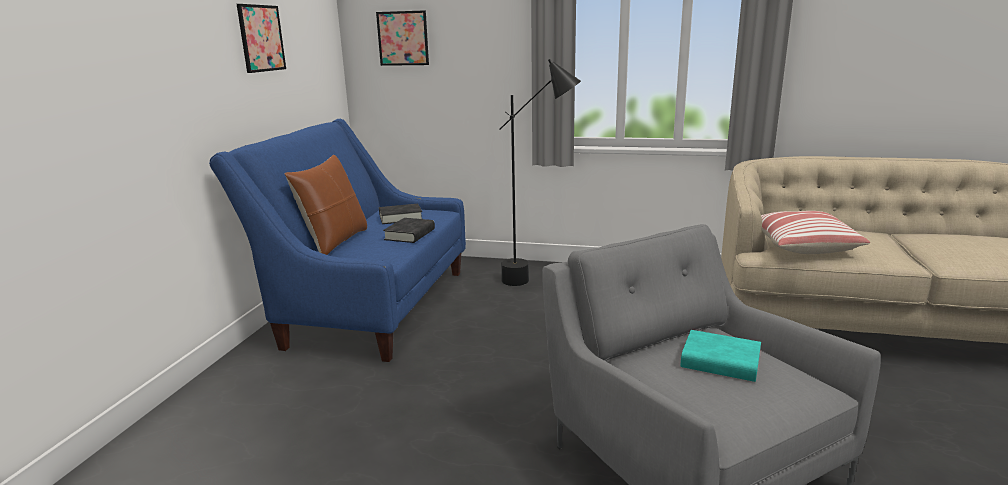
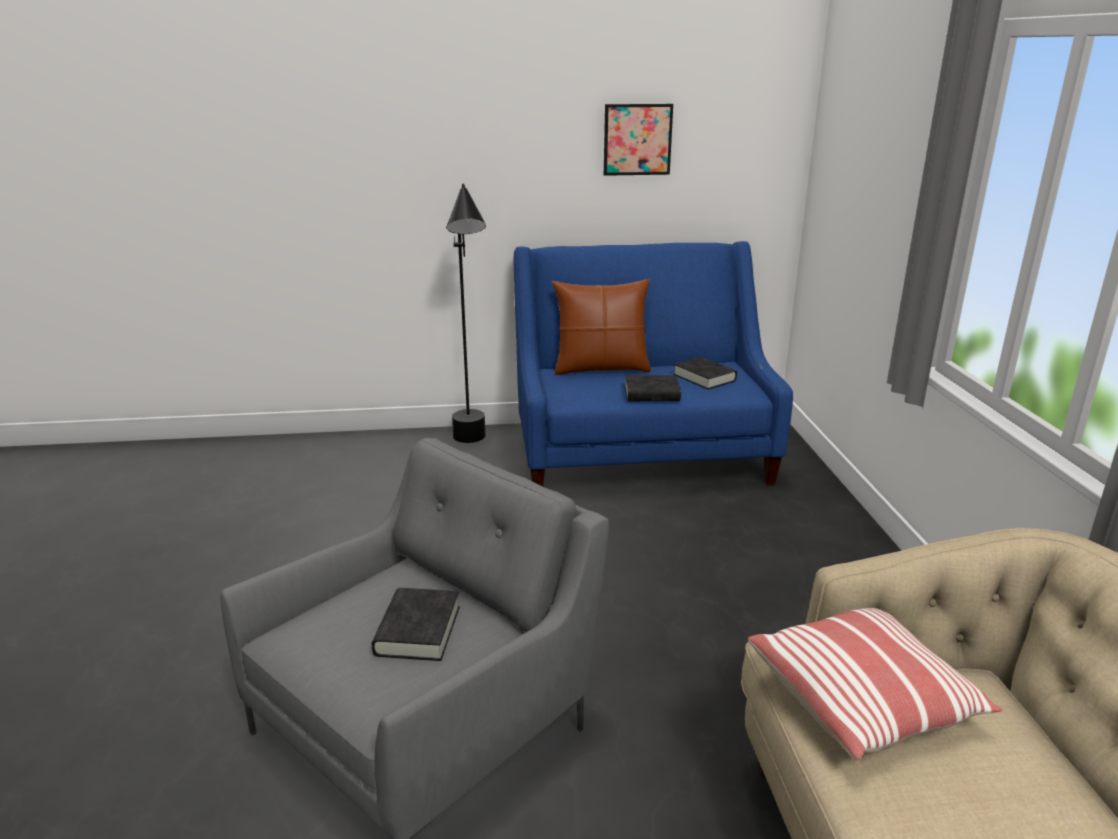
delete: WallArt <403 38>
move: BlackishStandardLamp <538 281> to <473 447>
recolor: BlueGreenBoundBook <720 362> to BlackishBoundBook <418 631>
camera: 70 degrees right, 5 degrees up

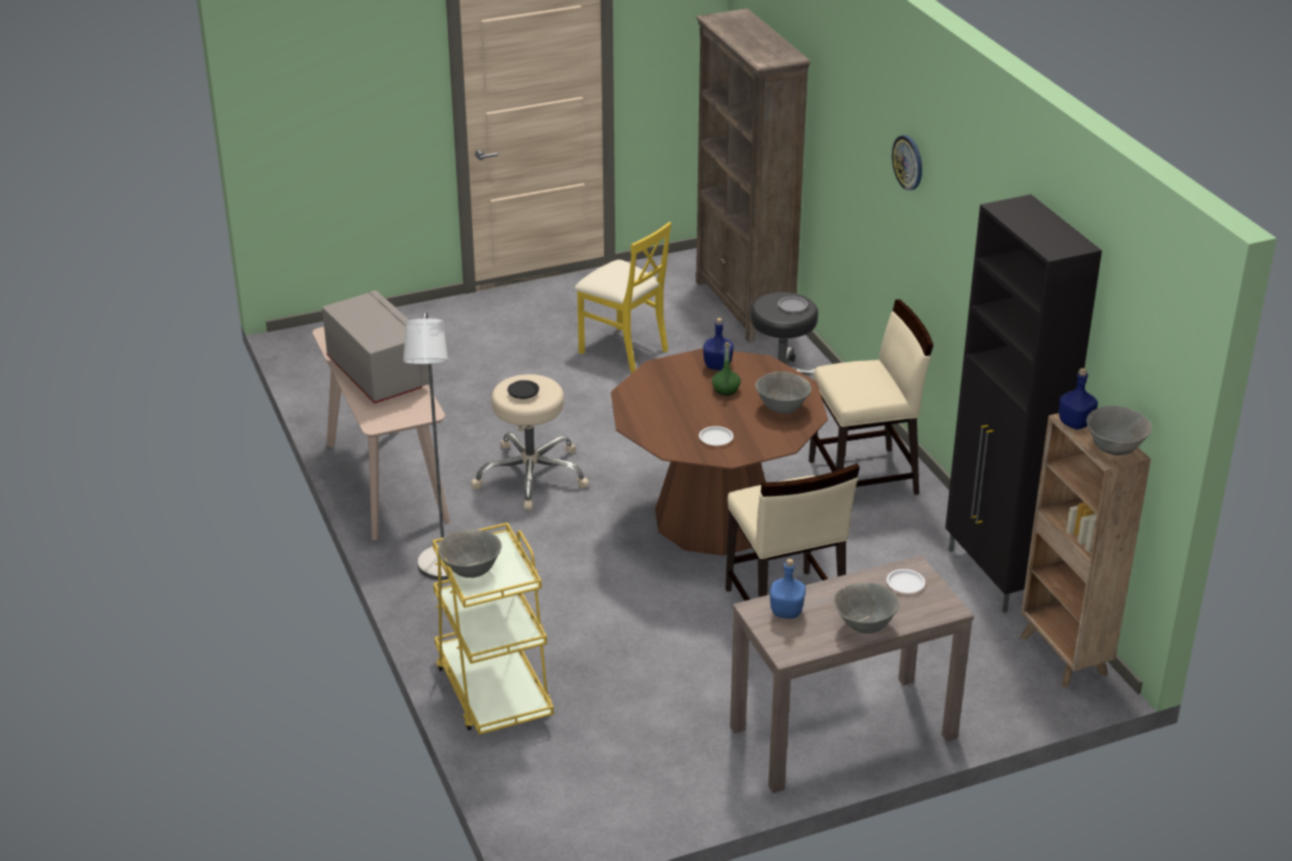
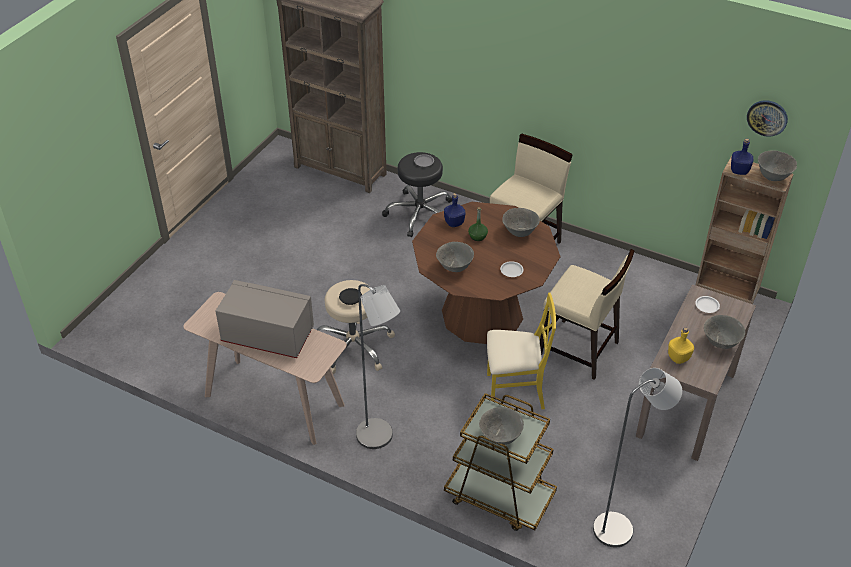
delete: BlackishCabinet <995 576>
insert: GreyishServingBowl <455 267>; GreyishStandardLamp <620 527>
move: YellowPlainChair <623 350> to <514 392>; WallClock <908 162> to <767 117>
recolor: YellowTrolley <493 691> to BrownishTrolley <499 497>; BluishBeverageBottle <786 612> to YellowBeverageBottle <679 358>
camera: 40 degrees left, 10 degrees up

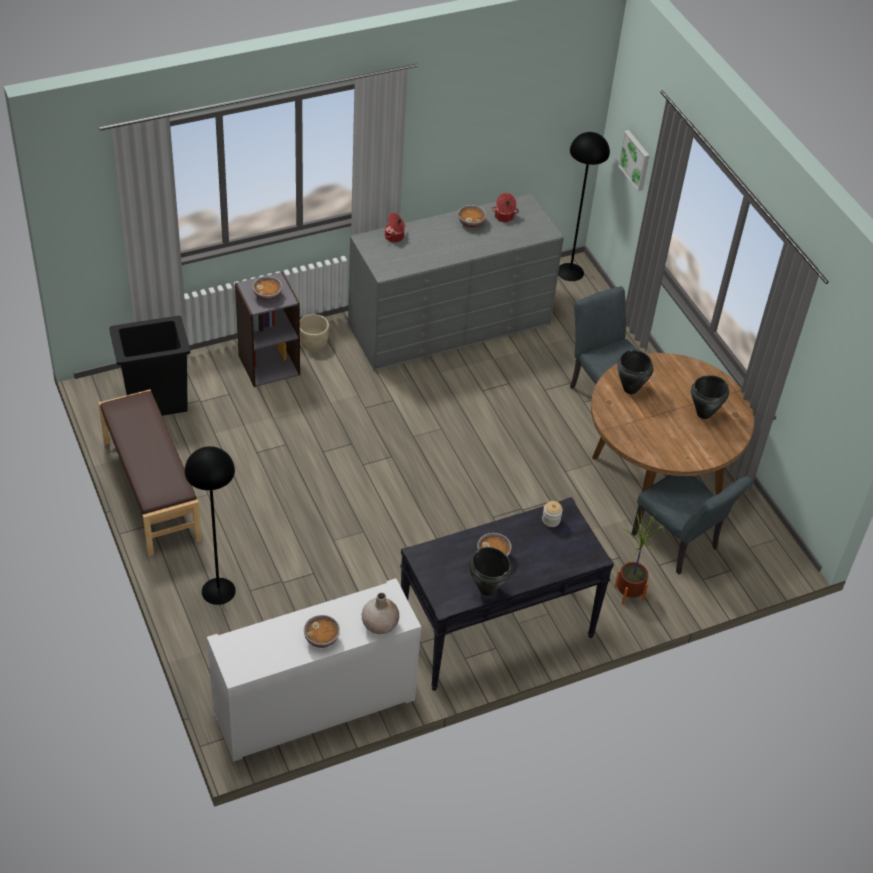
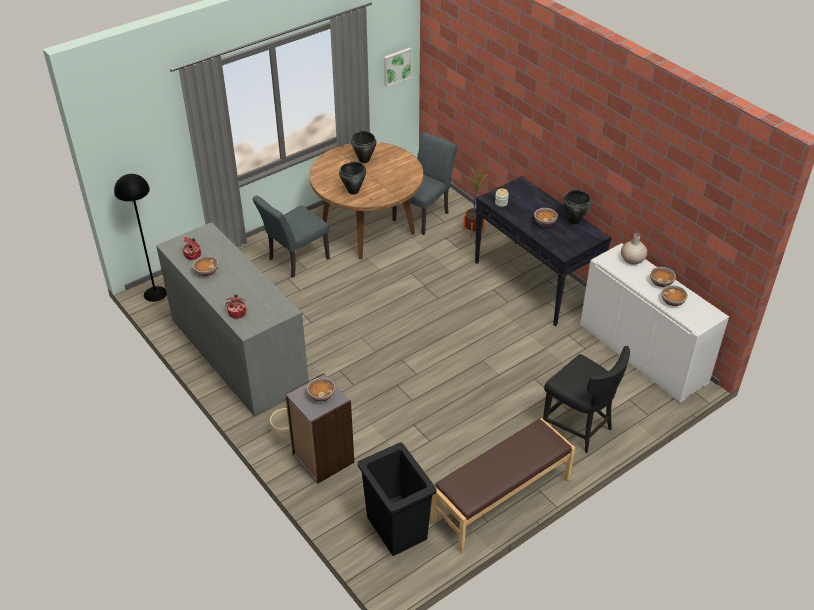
insert: ServingBowl <672 301>
move: WallArt <635 160> to <396 66>
replace: BlackishStandardLamp <218 591> to BlackishPlainChair <579 428>
camera: 100 degrees left, 5 degrees down

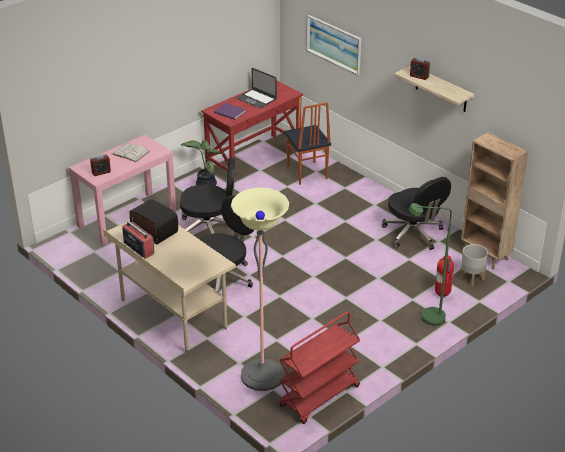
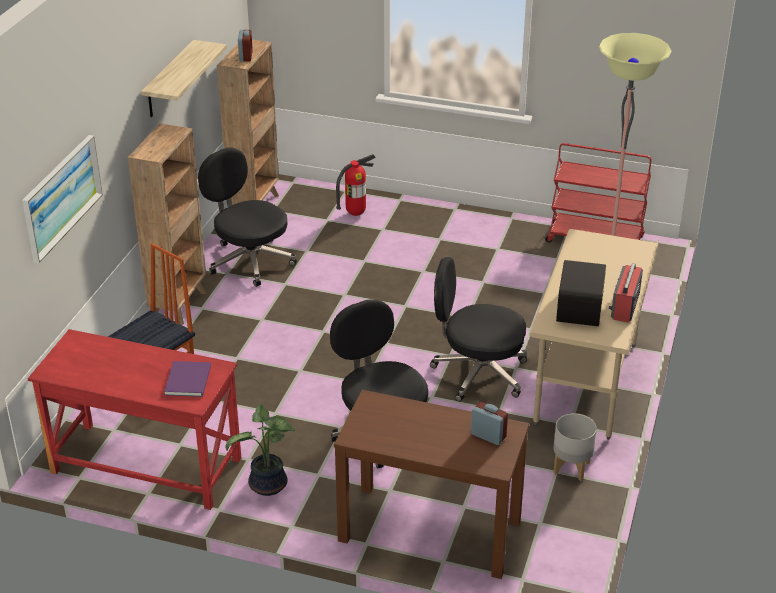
delete: WhiteColouredBoundBook <130 153>; Laptop <256 99>; GreenStandardLamp <426 317>
insert: BrownishBookcase <179 304>
move: TableClock <419 76> to <246 56>; GreyishPlantPot <471 278> to <572 468>
recolor: PinkColouredHallTable <127 218> to BrownishHallTable <429 530>
rotate: BlackishComputerChair <414 234> = <249 260> 75 degrees counterclockwise
camera: 120 degrees left, 0 degrees up

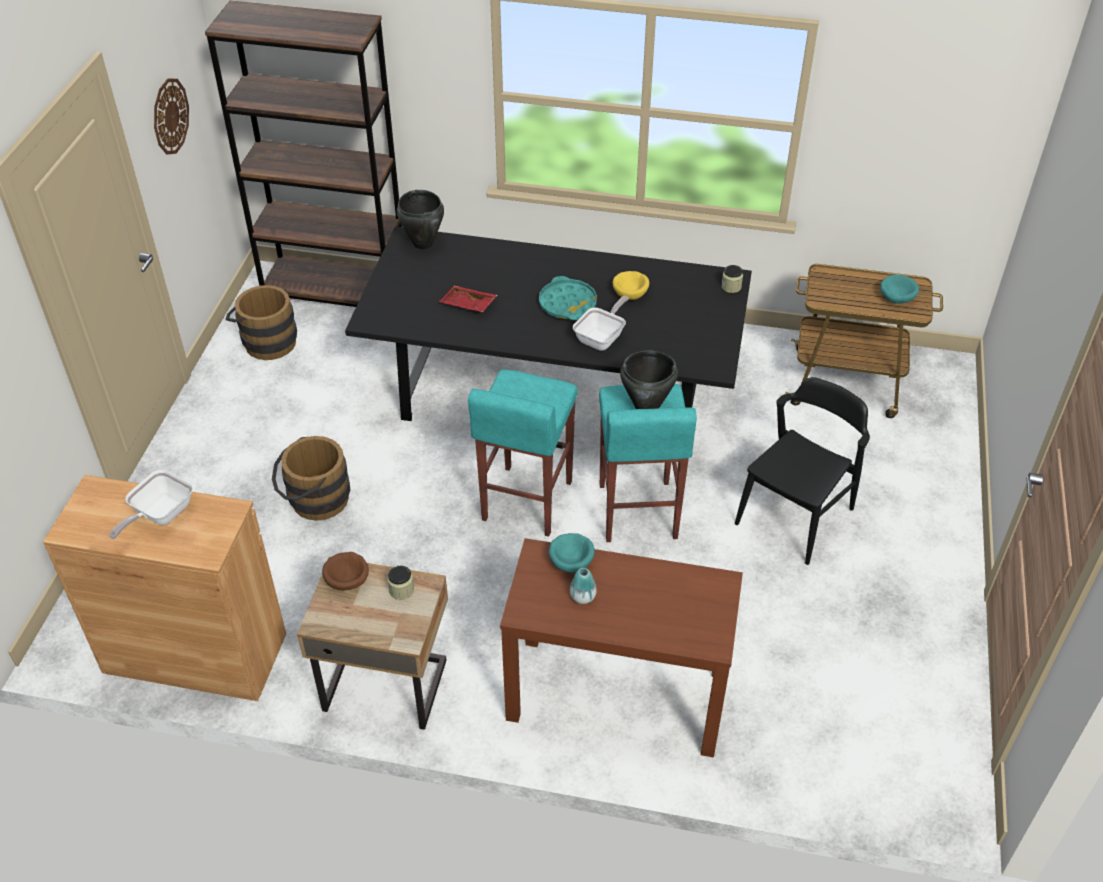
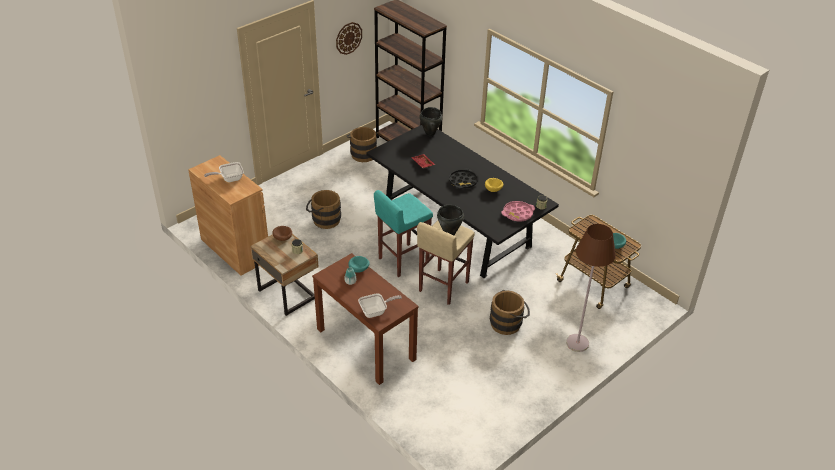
insert: PinkColouredTray <518 213>; BrownishStandardLamp <577 343>
move: Pan <602 338> to <376 311>
replace: BlackishPlainChair <795 516> to BrownishBucket <508 323>
recolor: BlueGreenTray <567 304> to BlackishTray <463 181>; BlueGreenSittingStool <636 512> to BeigeColouredSittingStool <442 286>
camera: 35 degrees right, 5 degrees down

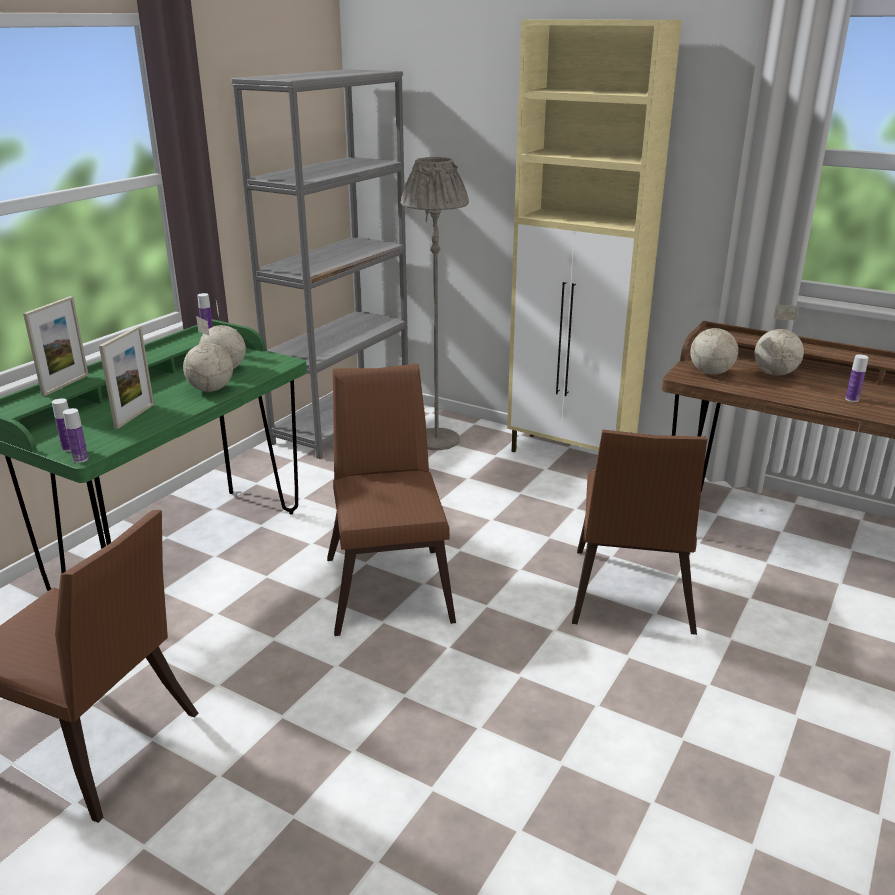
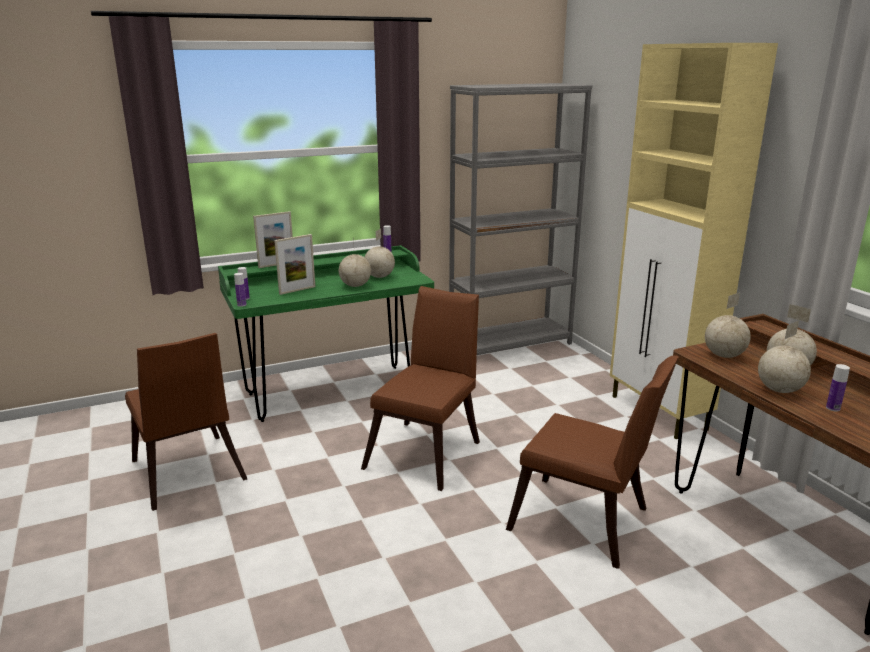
delete: GreyishStandardLamp <436 440>
insert: WorldGlobe <778 390>
rotate: BrownishPlainChair <629 597> = <586 524> 105 degrees counterclockwise
camera: 35 degrees right, 5 degrees down

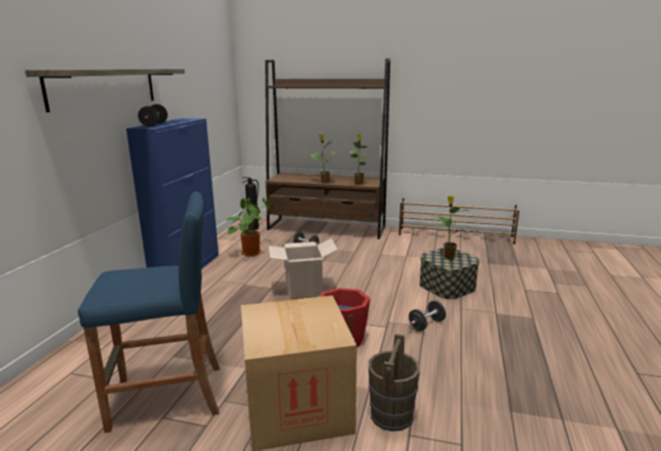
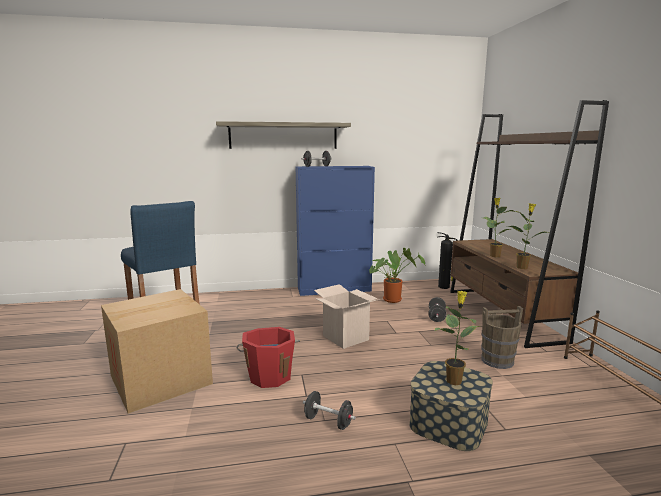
move: BrownishBucket <391 415> to <497 361>
camera: 65 degrees right, 5 degrees down

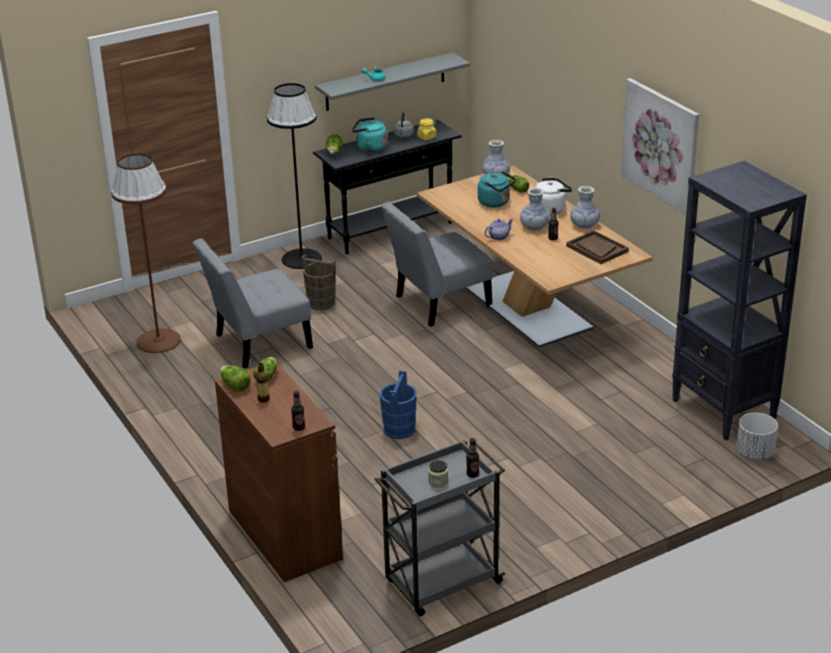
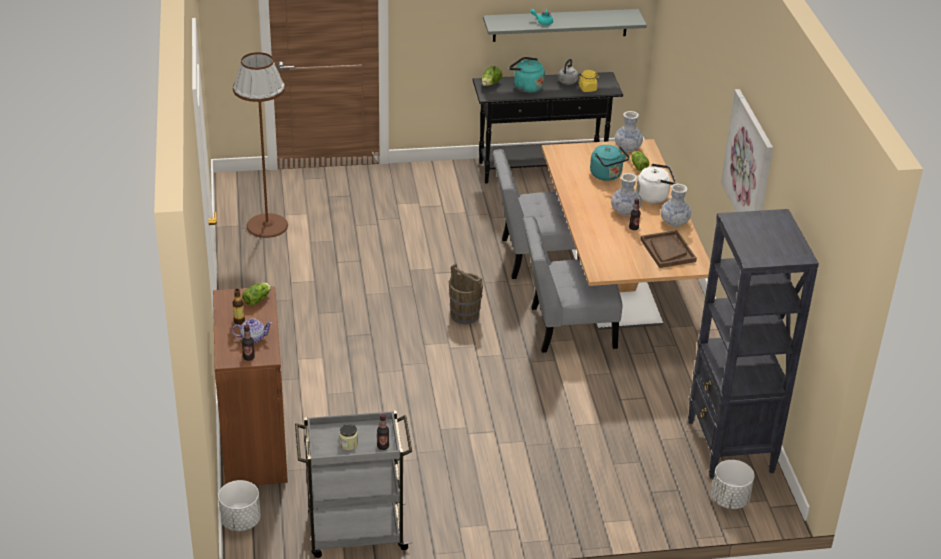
delete: LettuceHead <235 386>; BlackishStandardLamp <301 259>; BluishBucket <399 429>
insert: WhiteColouredPlantPot <240 521>
move: GreyishPlainChair <258 343> to <567 328>; BrownishBucket <321 303> to <464 315>; Teapot <498 237> to <252 338>
camera: 20 degrees right, 5 degrees up

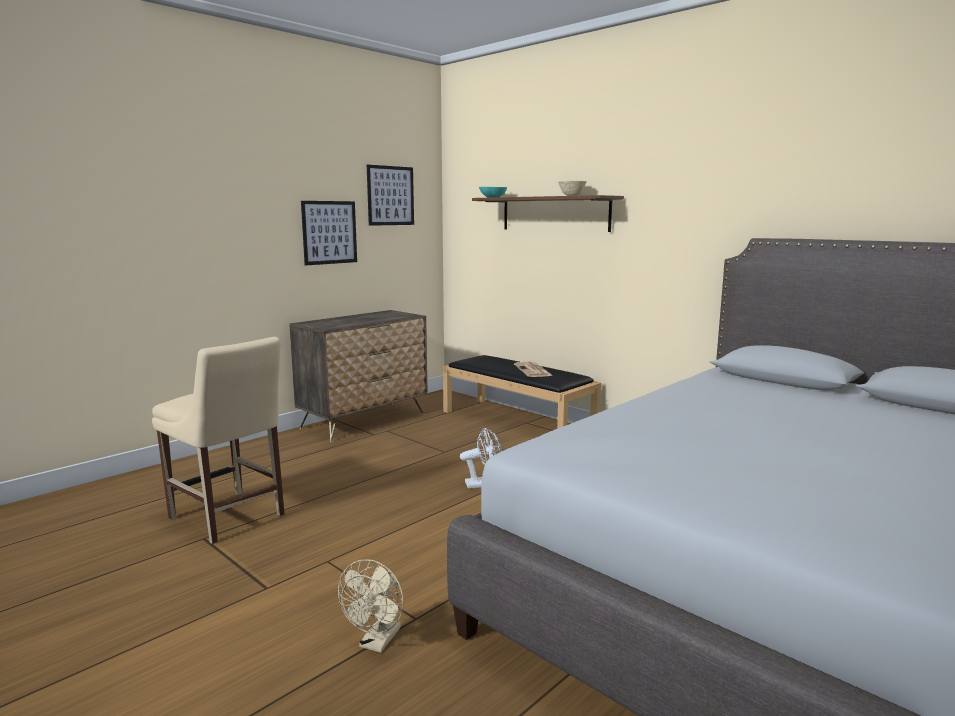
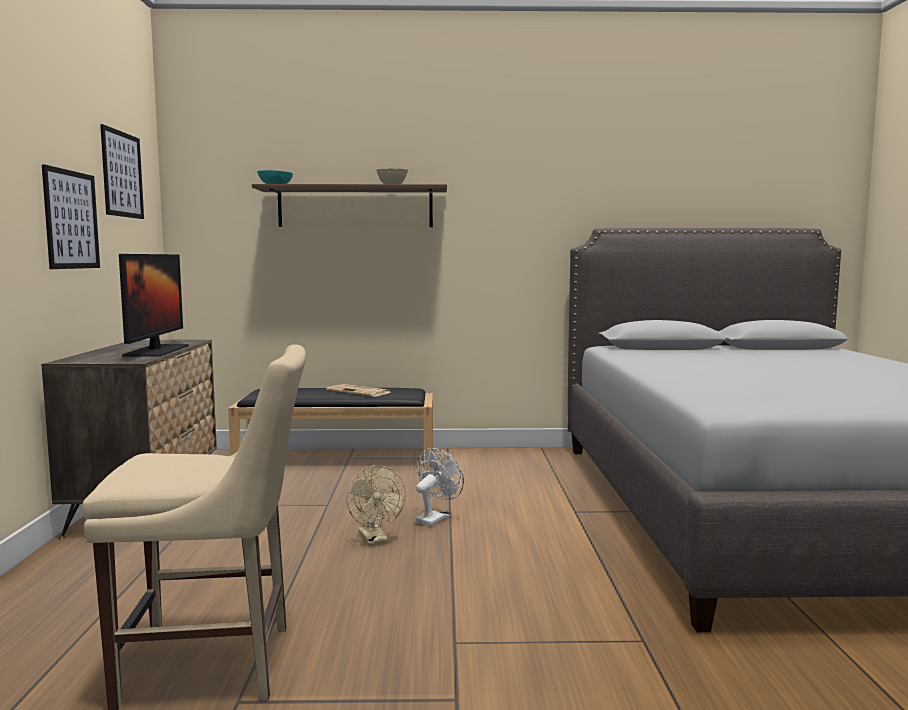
insert: ComputerDisplay <157 351>
move: BeigeColouredCoolingFan <377 642> to <375 540>
camera: 45 degrees left, 5 degrees down

